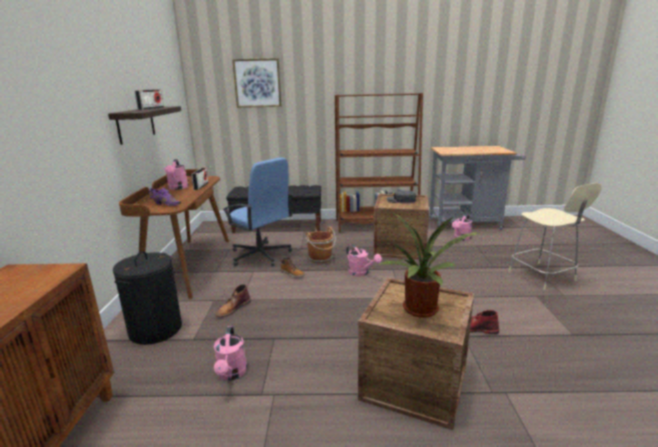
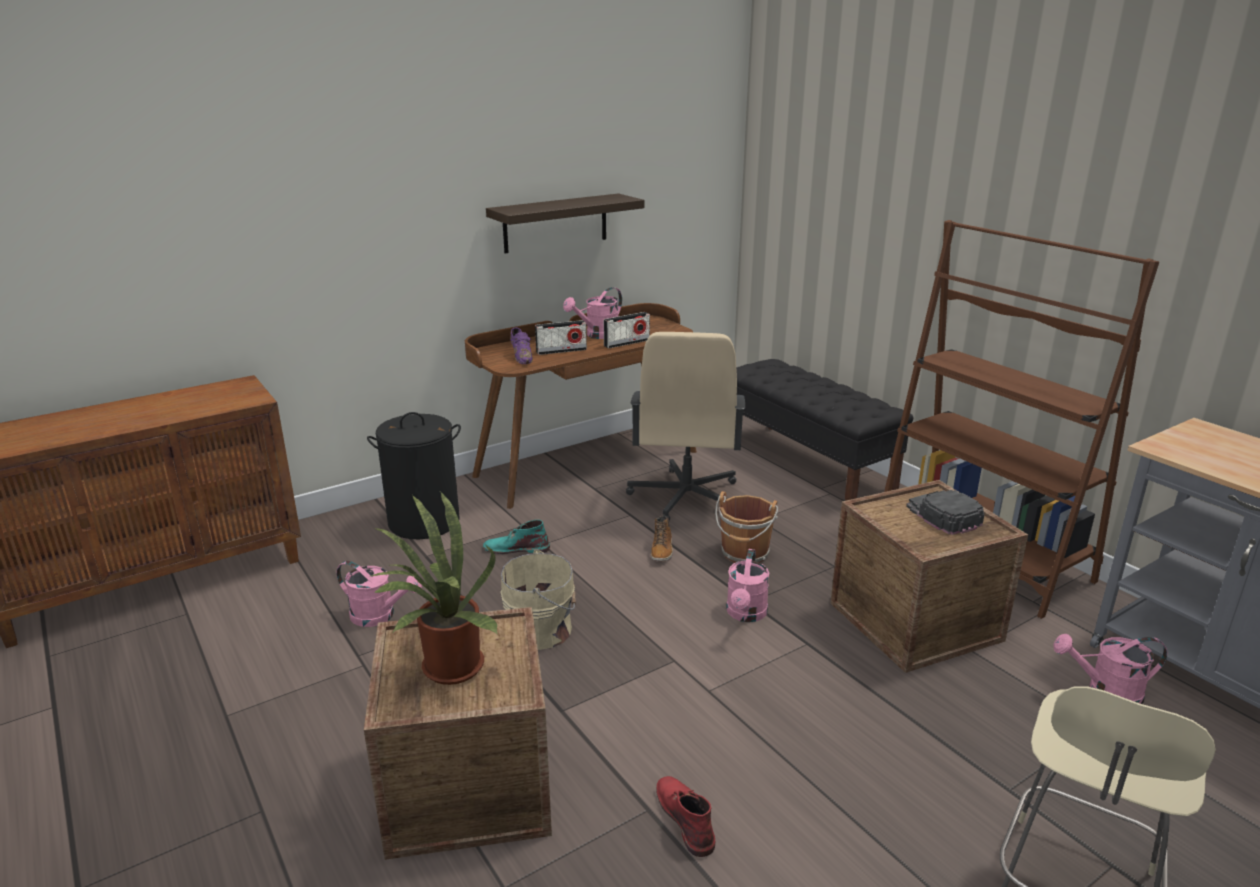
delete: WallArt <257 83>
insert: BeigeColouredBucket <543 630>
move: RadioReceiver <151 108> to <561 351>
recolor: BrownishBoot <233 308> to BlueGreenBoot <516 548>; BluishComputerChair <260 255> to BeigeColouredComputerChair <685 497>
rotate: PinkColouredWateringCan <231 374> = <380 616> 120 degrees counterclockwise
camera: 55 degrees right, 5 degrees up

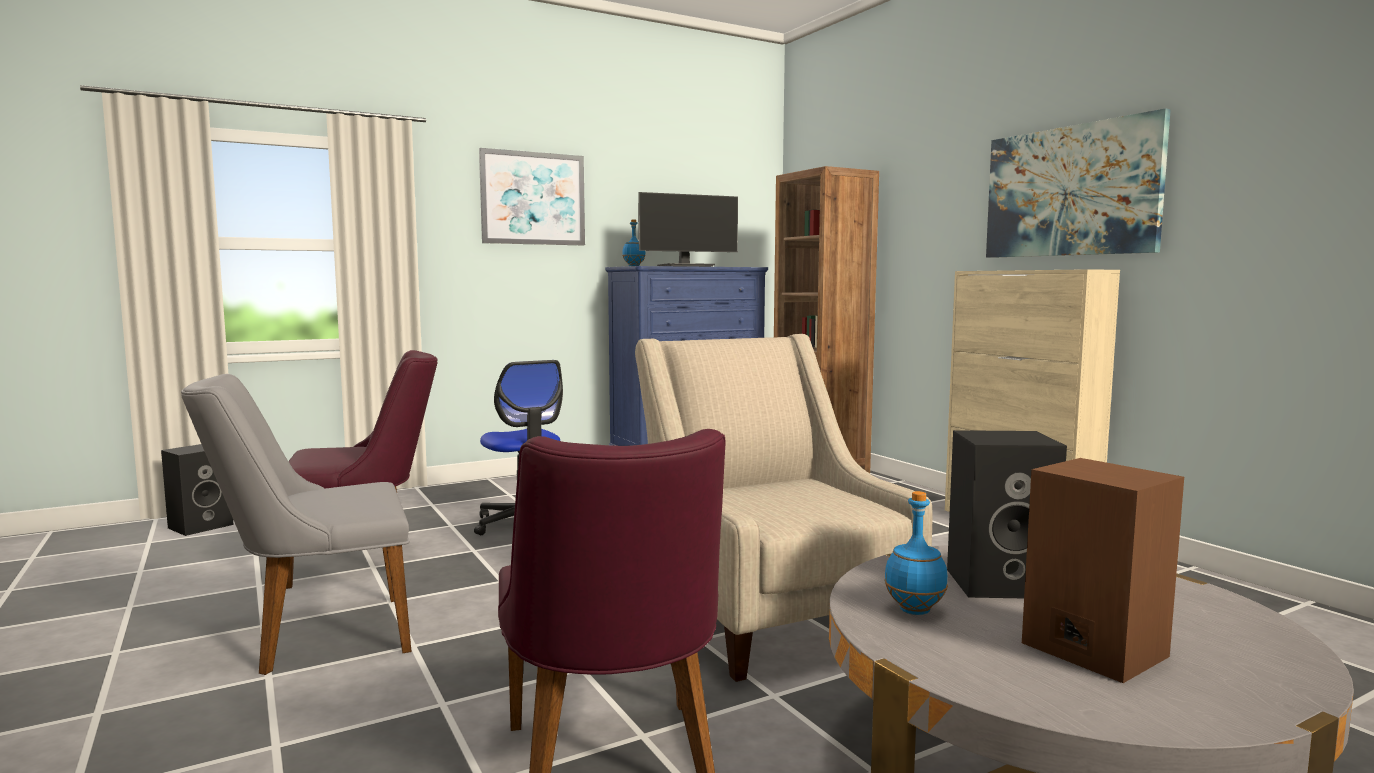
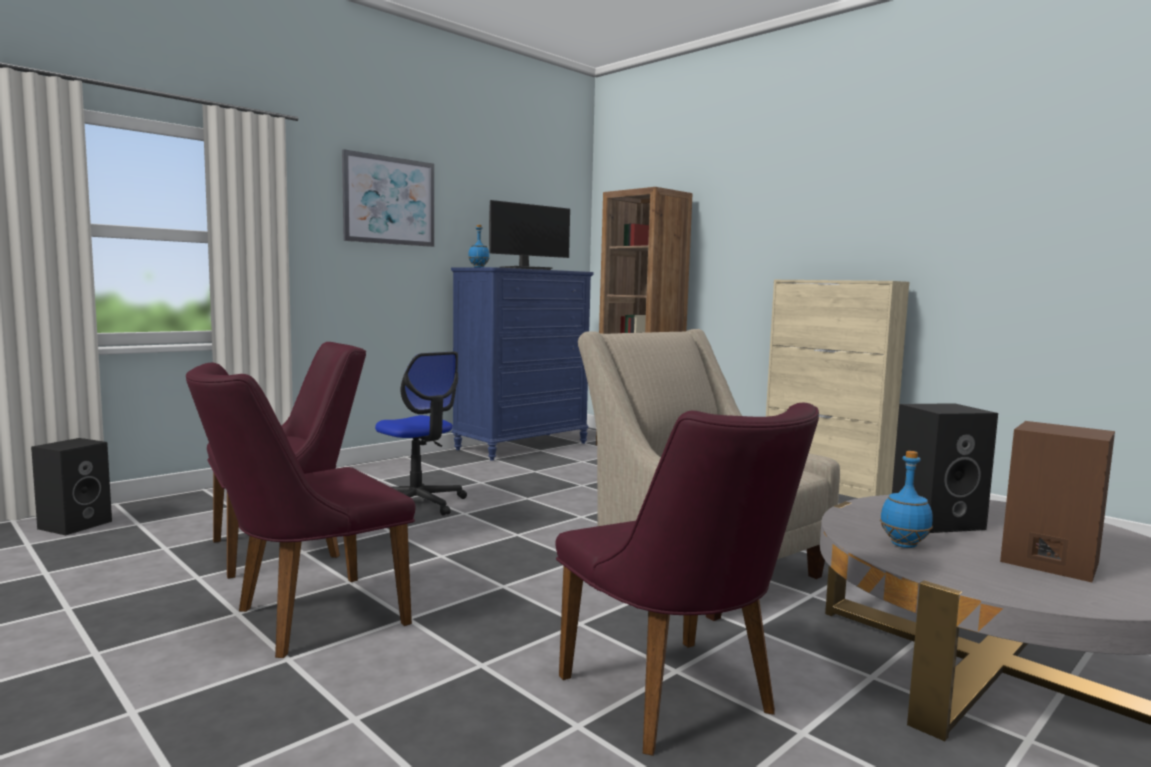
delete: WallArt <1070 191>
recolor: GreyishPlainChair <317 637> to PurpleColouredPlainChair <305 619>
camera: 15 degrees left, 0 degrees up

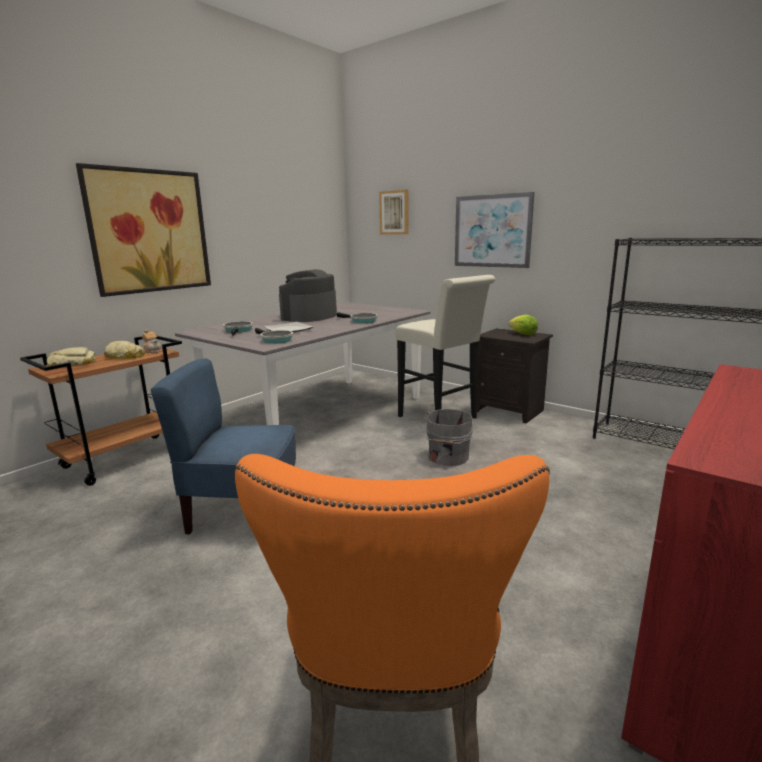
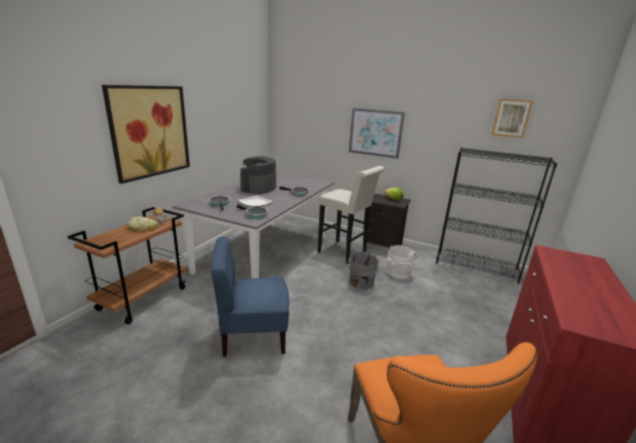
delete: BakedBread <72 363>
insert: WhiteColouredBucket <399 272>
move: WallArt <394 212> to <511 118>
camera: 15 degrees left, 5 degrees up

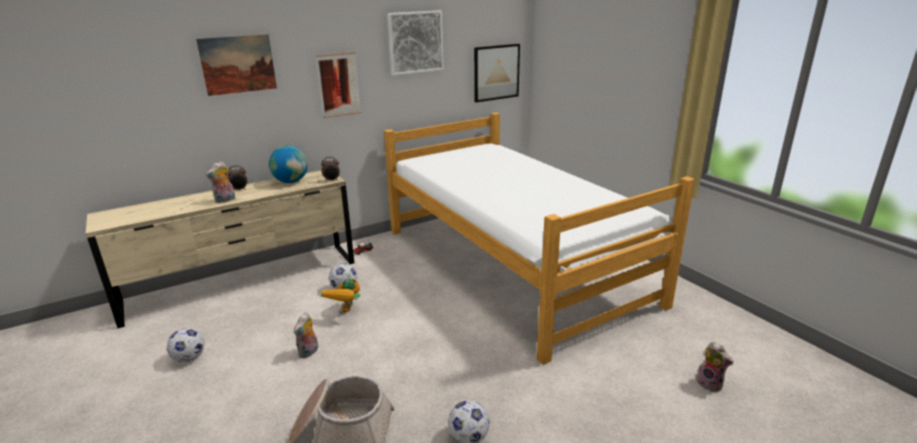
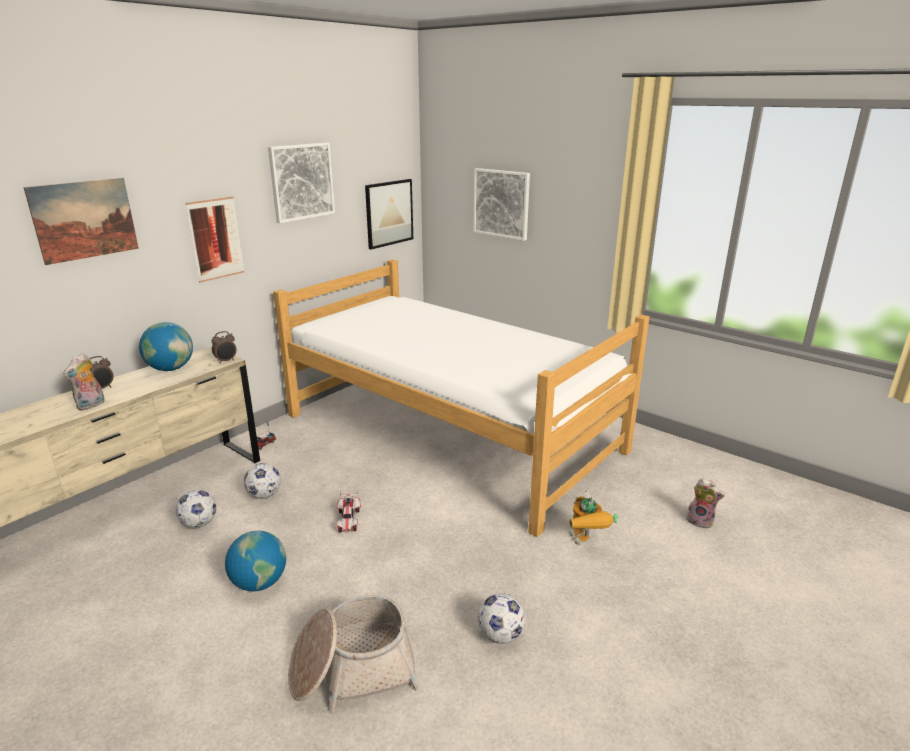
insert: ToyCar <349 520>; WallArt <501 203>
move: Football <189 358> to <199 524>; ModelRobot <347 314> to <586 543>
replace: PlushToy <309 352> to WorldGlobe <259 583>
camera: 20 degrees left, 0 degrees up

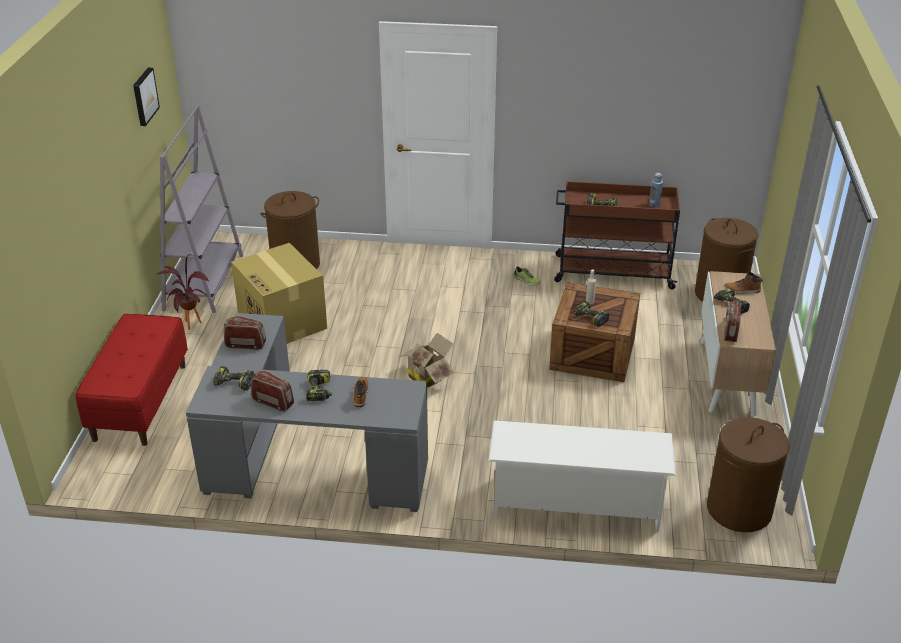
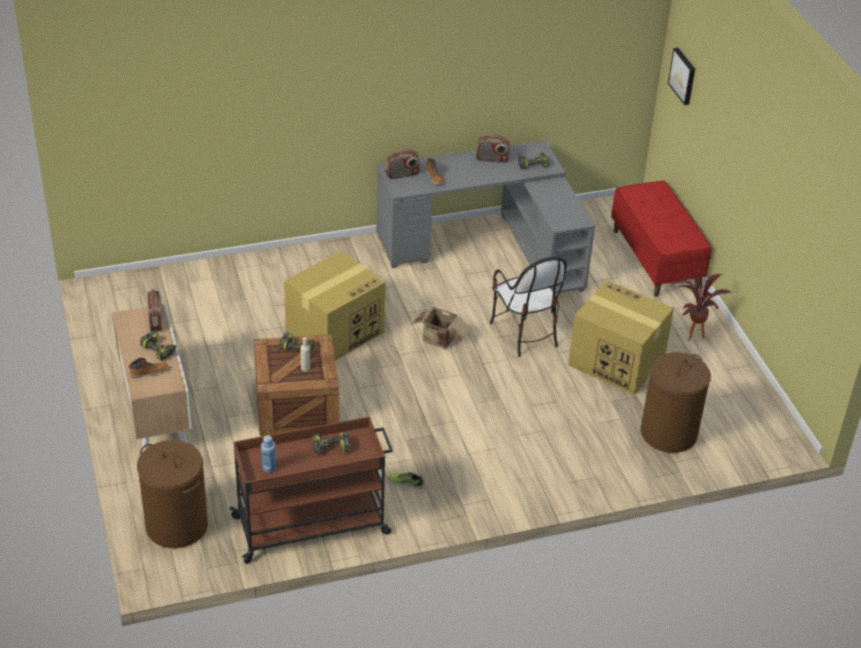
delete: GreyishBookcase <204 282>; ElectricDrill <319 391>; WhiteColouredShoeStand <576 505>; BrownishHamper <739 510>
insert: Carton <335 331>; PlainChair <524 333>
move: WallArt <144 96> to <683 76>; RadioReceiver <245 345> to <402 174>
camera: 155 degrees right, 5 degrees up

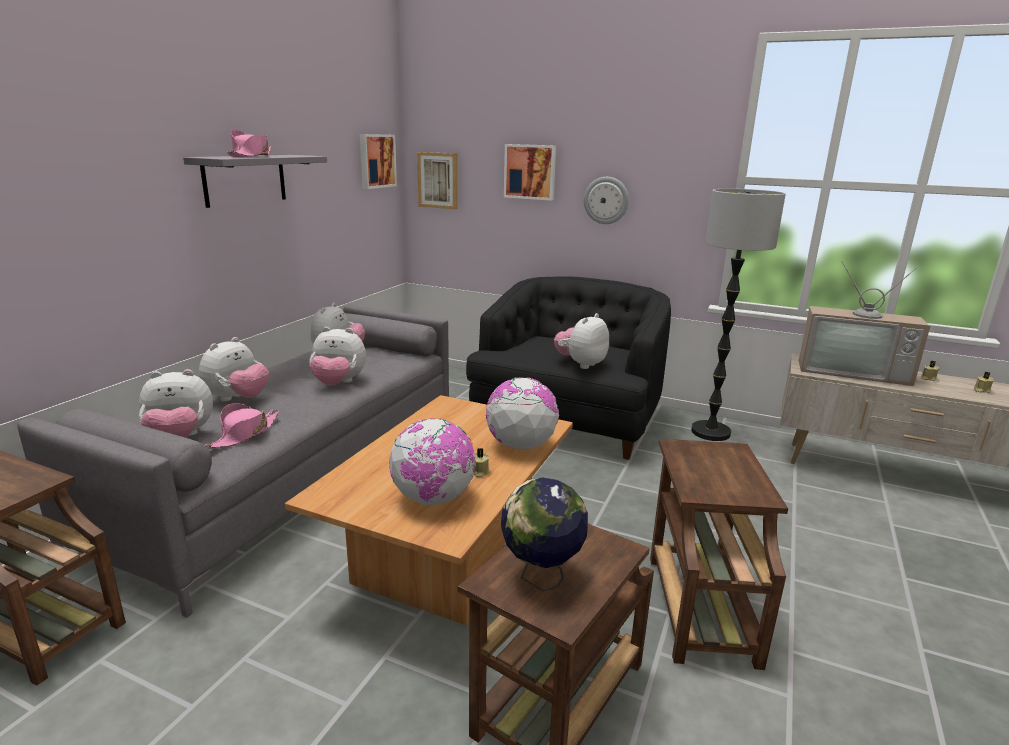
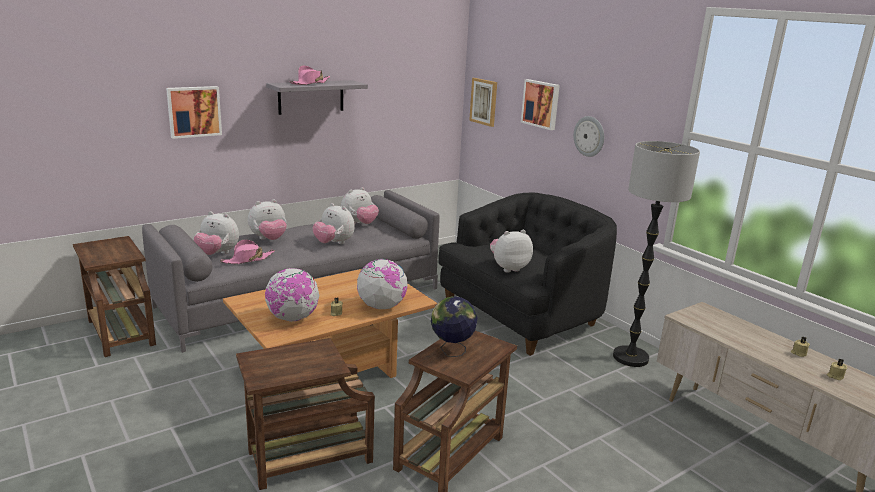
delete: Tv <853 371>
move: WallArt <376 161> to <194 111>; WorldGlobe <541 577> to <451 351>
camera: 30 degrees right, 0 degrees up

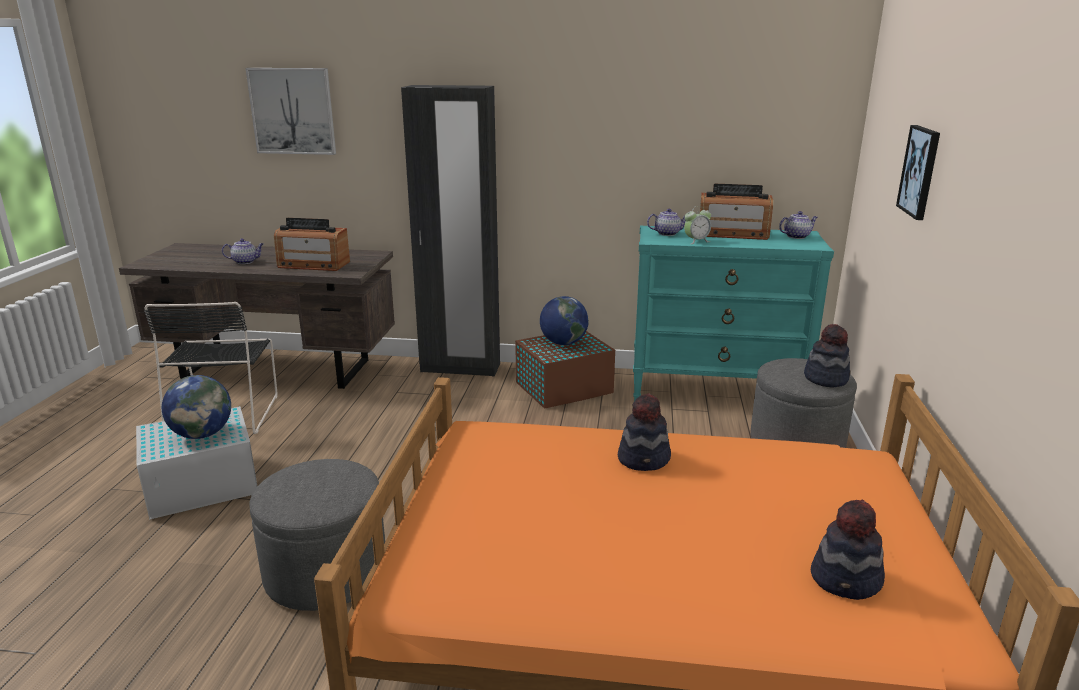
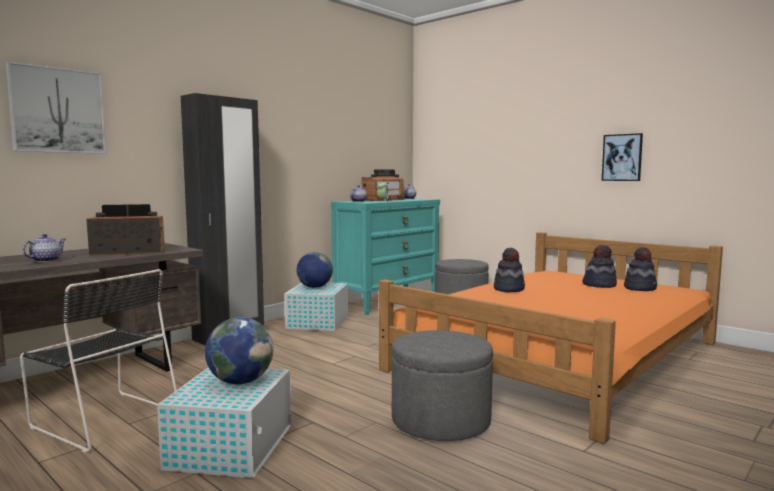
move: WearableHat <826 378> to <599 285>; WallArt <920 171> to <622 157>
recolor: BrownishStorageBin <562 388> to WhiteColouredStorageBin <317 322>
rotate: RadioReceiver <313 265> = <128 252> 150 degrees counterclockwise
camera: 55 degrees left, 15 degrees down

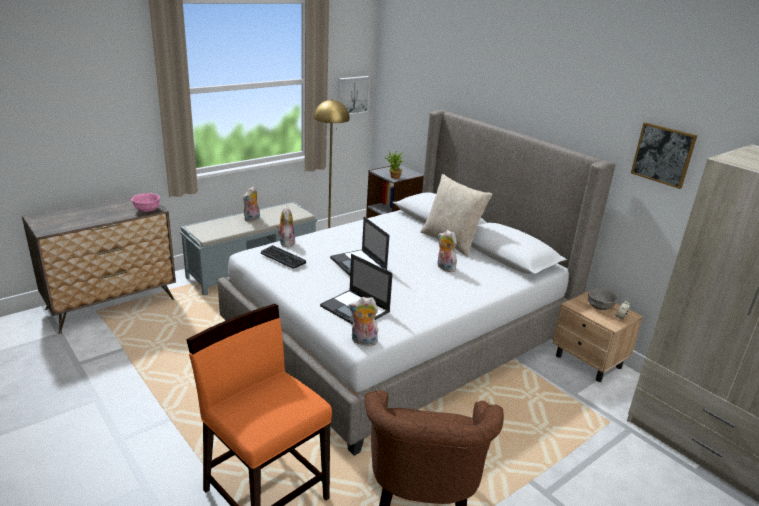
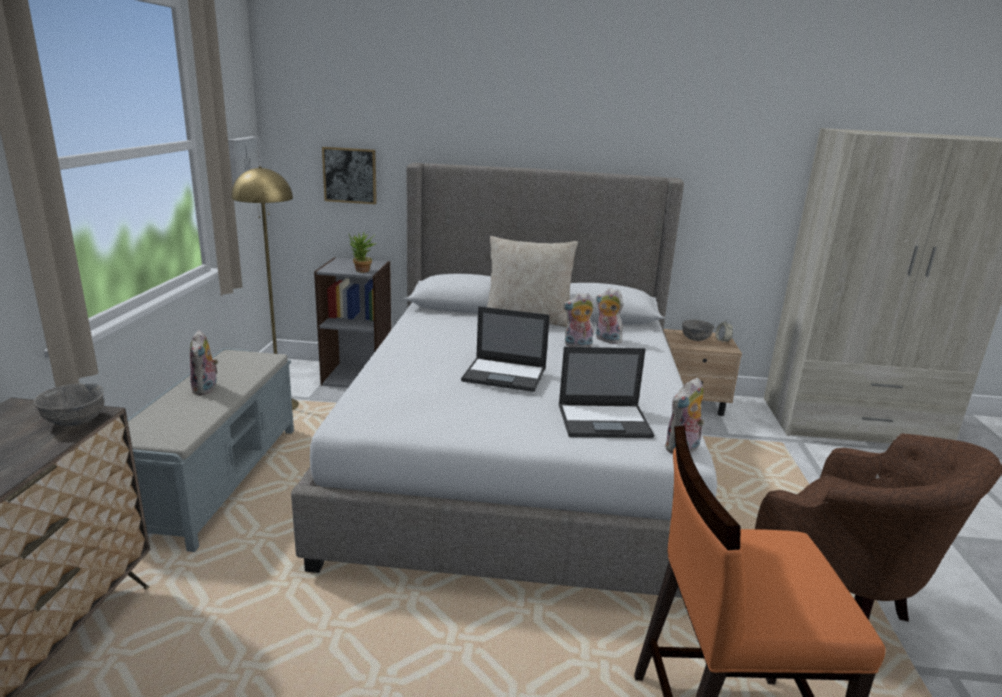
delete: ComputerKeyboard <282 258>
move: PlushToy <285 243> to <606 340>; WallArt <663 154> to <350 175>
recolor: PinkColouredServingBowl <147 209> to GreyishServingBowl <75 420>
camera: 45 degrees left, 5 degrees down

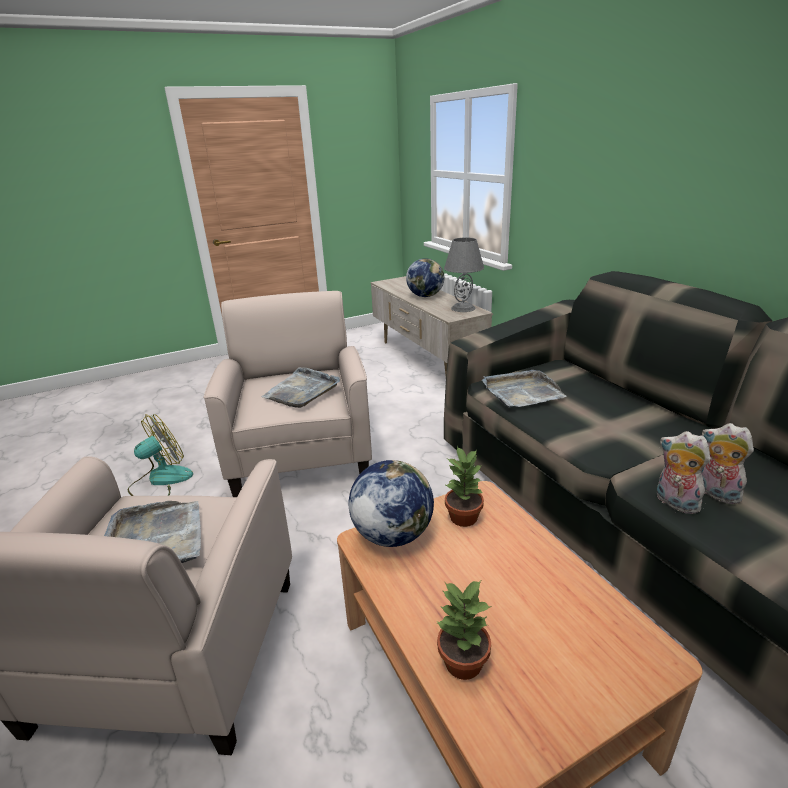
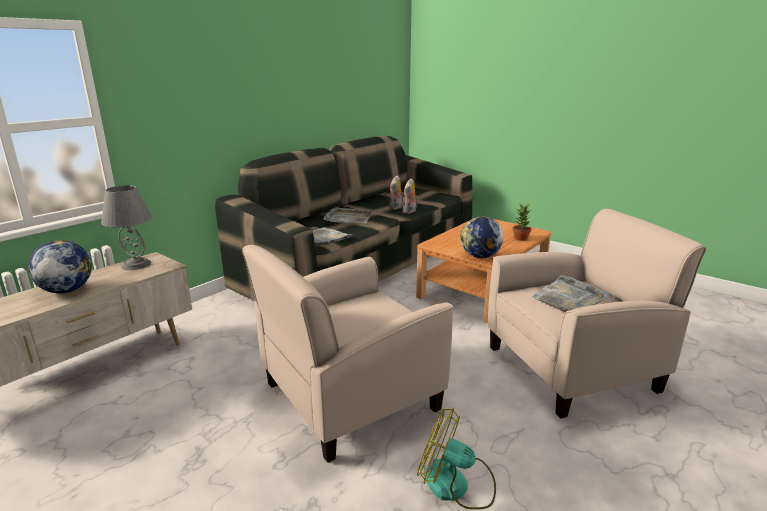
delete: PottedPlant <464 517>
move: GreyishTray <302 390> to <348 218>
camera: 115 degrees left, 5 degrees down

